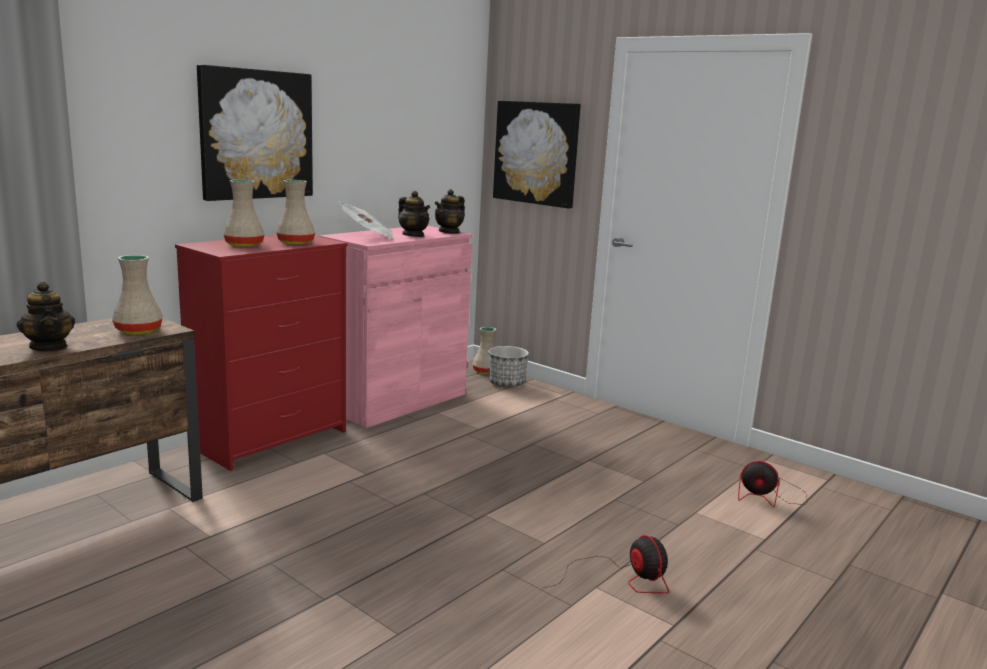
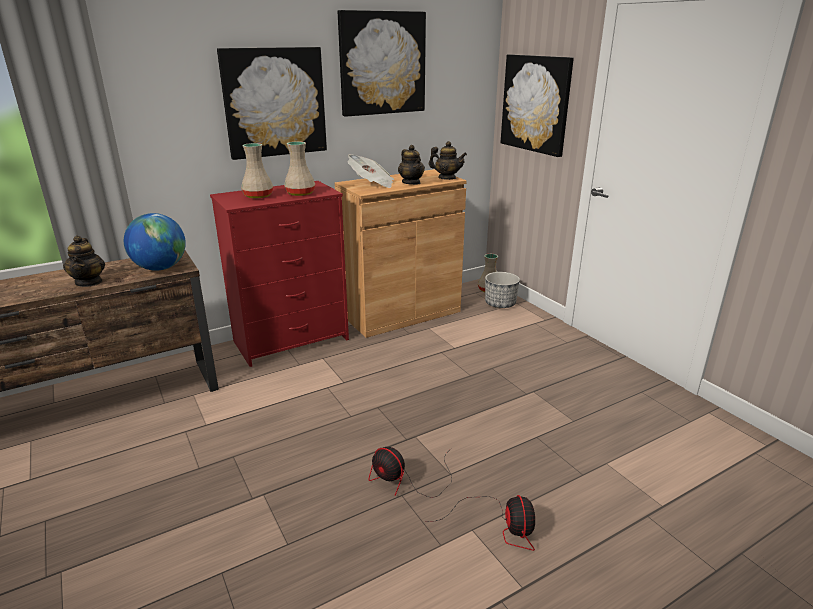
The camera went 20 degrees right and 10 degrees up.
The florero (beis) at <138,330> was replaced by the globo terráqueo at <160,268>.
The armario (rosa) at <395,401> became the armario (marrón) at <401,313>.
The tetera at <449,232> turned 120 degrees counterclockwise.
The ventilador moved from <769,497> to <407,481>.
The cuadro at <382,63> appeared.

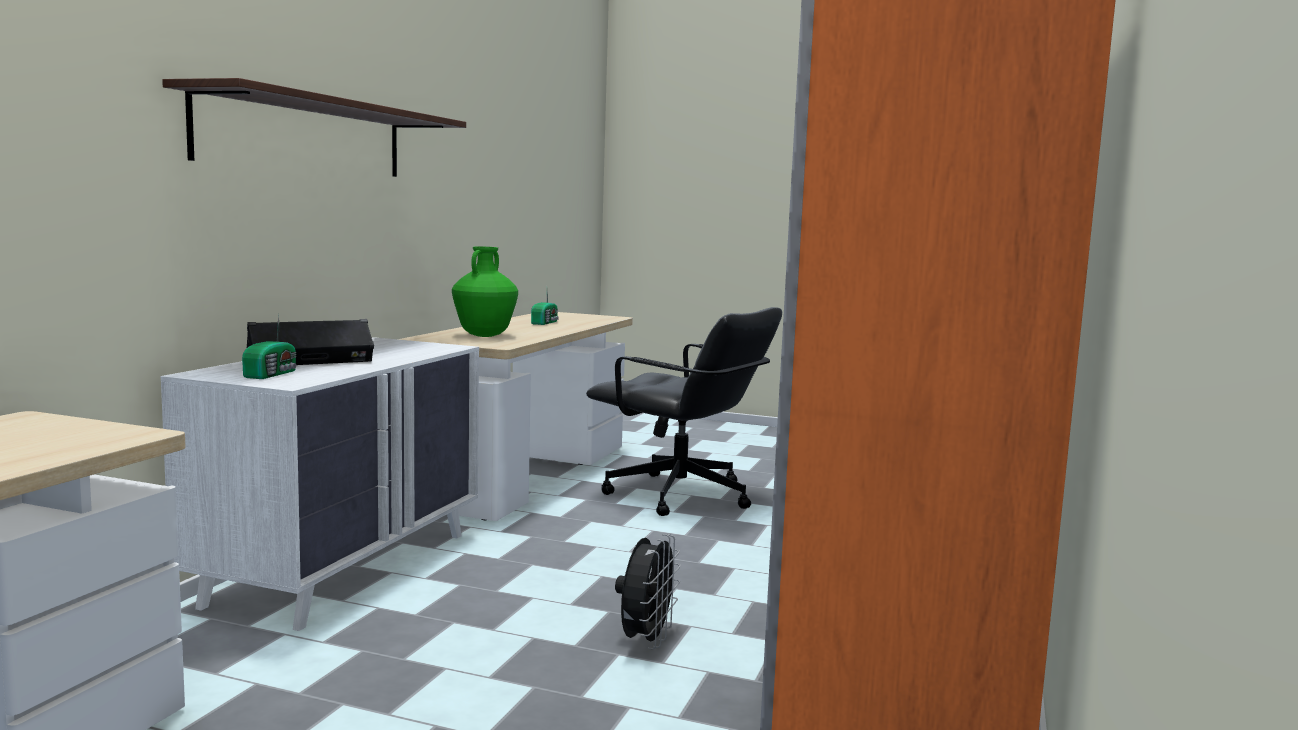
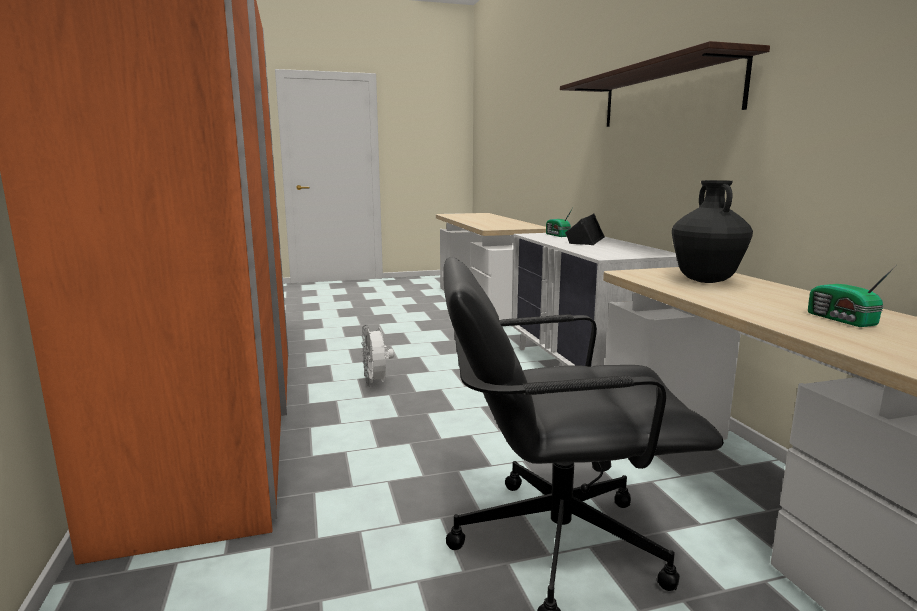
The camera went 145 degrees right and 5 degrees up.
The florero (verde) at <485,335> became the florero (negro) at <706,281>.
The ventilador (negro) at <646,641> became the ventilador (blanco) at <376,384>.

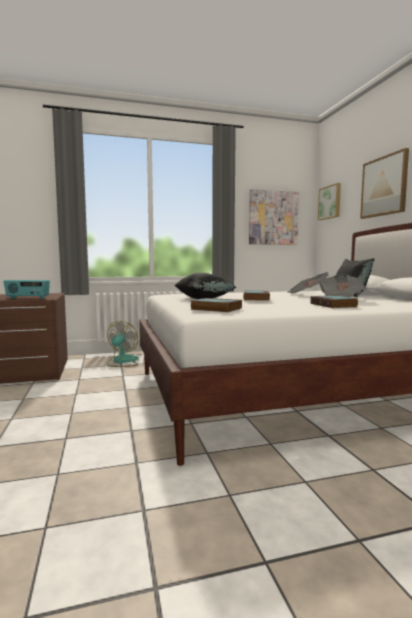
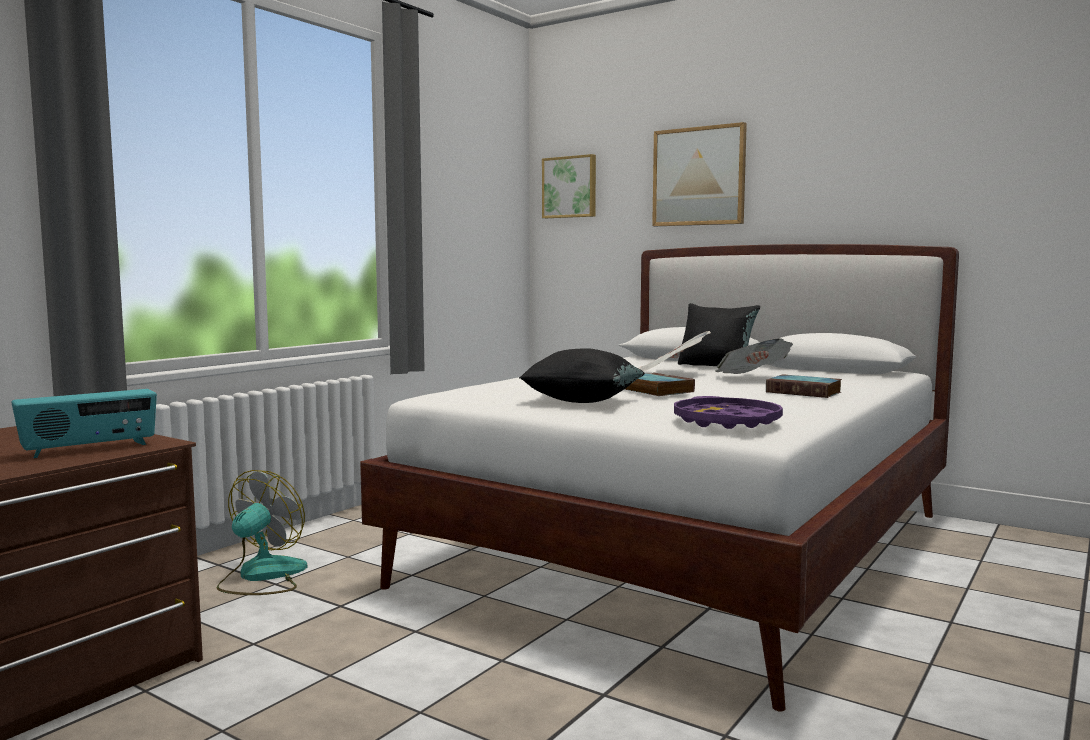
The camera went 40 degrees left and 0 degrees up.
The ventilador at <122,362> turned 45 degrees clockwise.
The libro at <215,309> was replaced by the bandeja (morado) at <726,422>.
The cuadro at <273,218> disappeared.

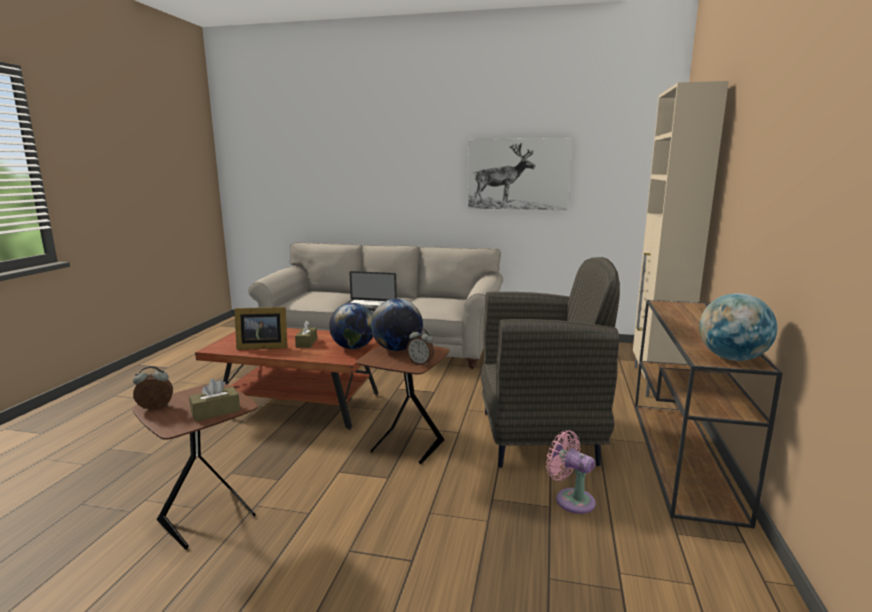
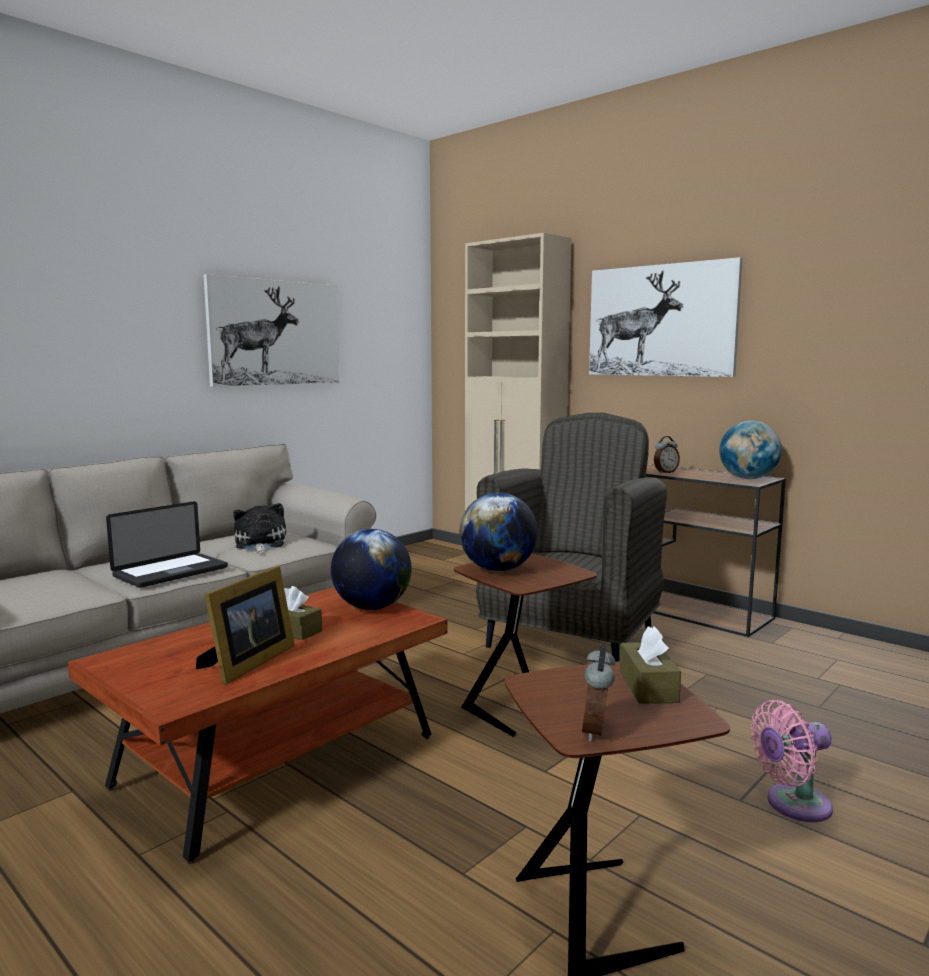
The camera went 60 degrees left and 5 degrees down.
The despertador moved from <420,363> to <665,472>.
The ventilador (rosa) moved from <571,499> to <792,805>.
The peluche at <259,544> appeared.
The cuadro at <661,320> appeared.

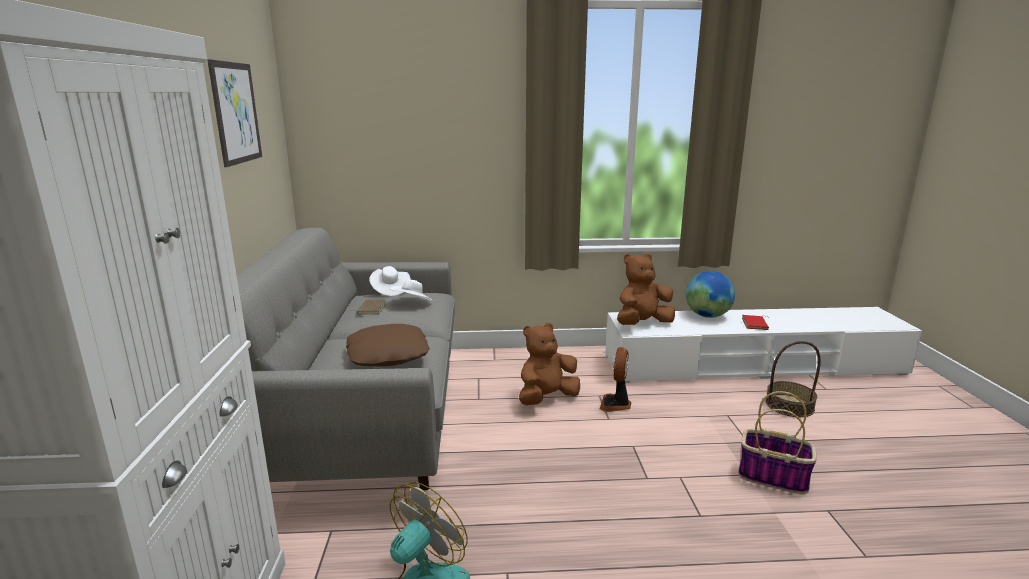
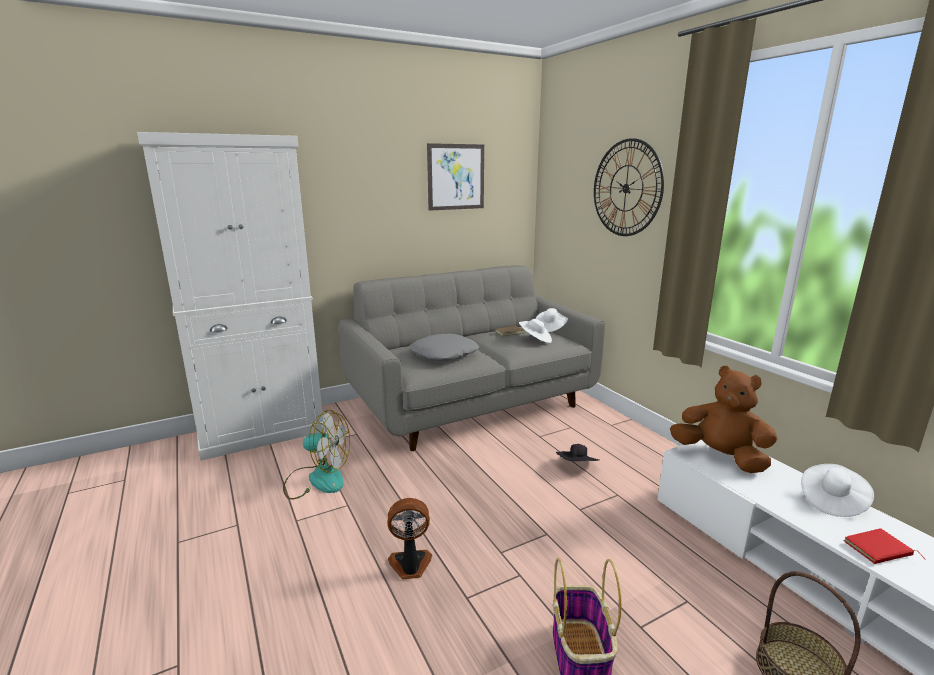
The camera went 65 degrees right and 0 degrees up.
The cojín (marrón) at <387,354> became the cojín (gris) at <443,354>.
The peluche (marrón) at <547,398> was replaced by the sombrero (negro) at <577,467>.
The ventilador moved from <616,404> to <410,565>.
The globo terráqueo at <707,316> was replaced by the sombrero (blanco) at <831,501>.
The reloj de pared at <626,188> appeared.

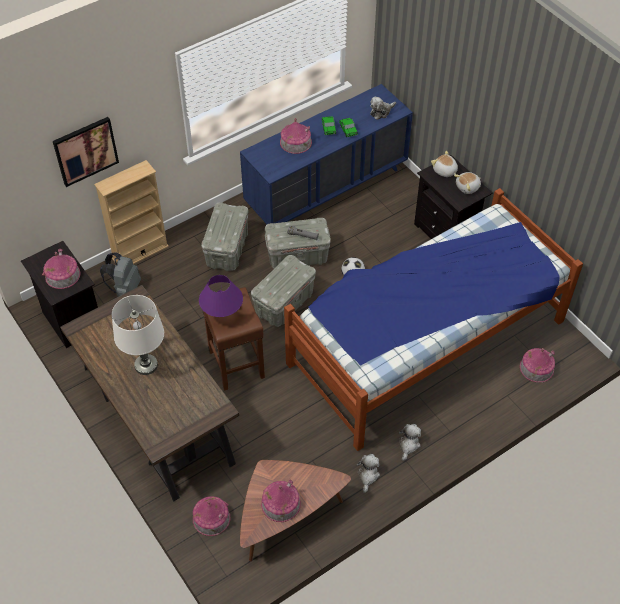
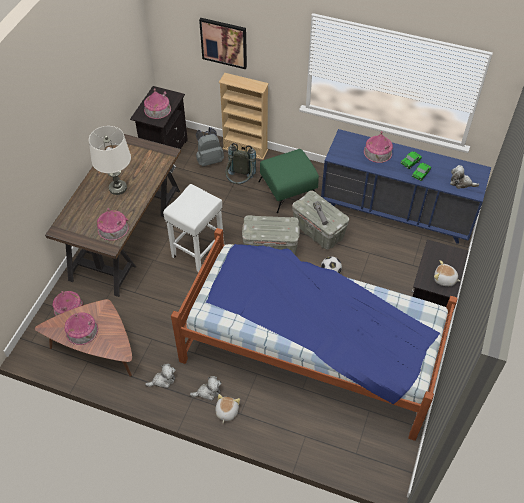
The camera went 55 degrees right and 0 degrees up.
The lámpara de mesa (morado) at <222,313> disappeared.
The caja de almacenaje (gris) at <227,249> was replaced by the puf (verde) at <288,190>.
The taburete (marrón) at <237,365> became the taburete (blanco) at <197,251>.
The peluche moved from <444,171> to <226,411>.
The casita moved from <536,368> to <113,228>.
The mochila (gris) at <240,182> appeared.

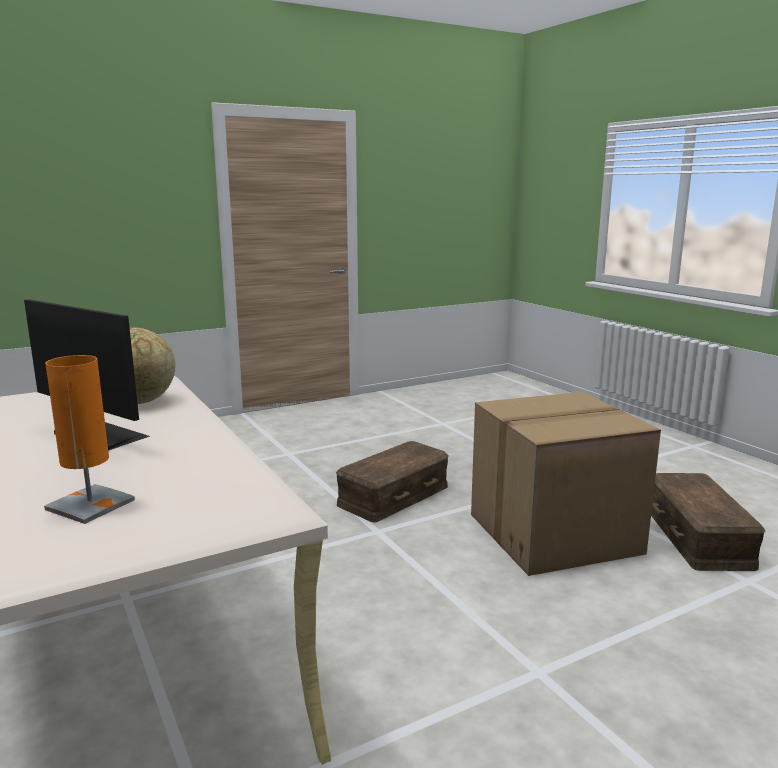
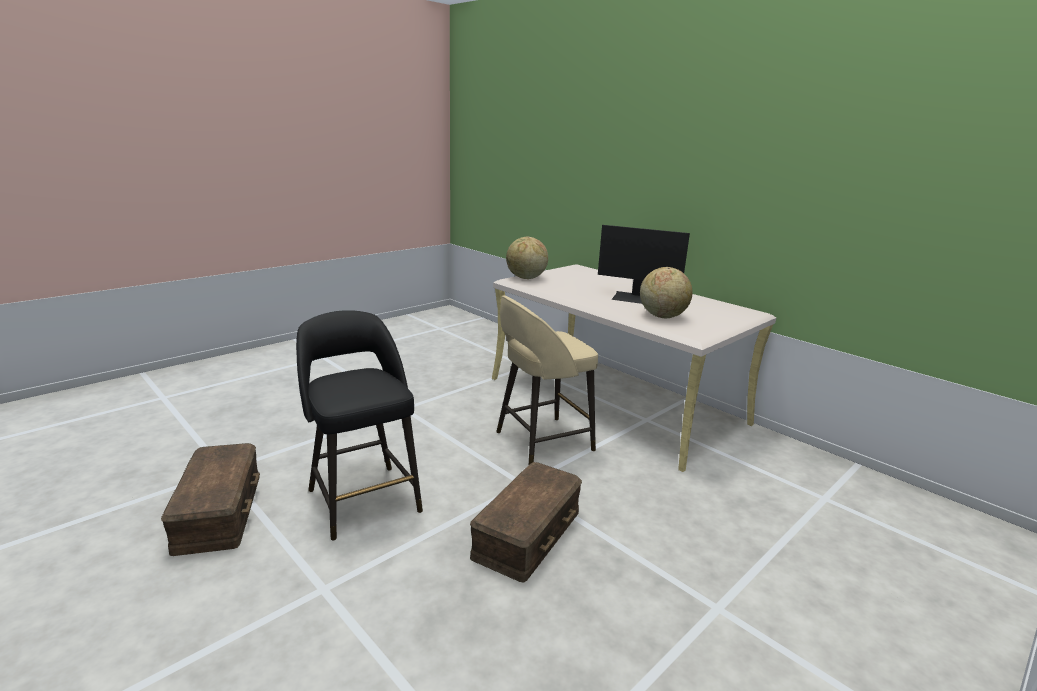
The camera went 165 degrees right and 5 degrees up.
The lámpara de mesa (naranja) at <90,505> disappeared.
The caja de cartón at <553,534> was replaced by the taburete (negro) at <363,498>.
The taburete (beis) at <541,442> appeared.
The globo terráqueo at <526,278> appeared.

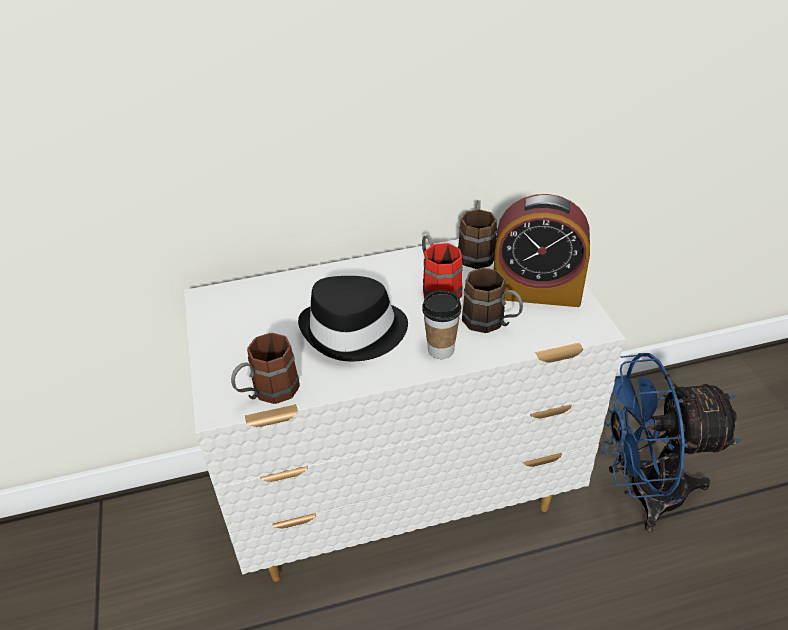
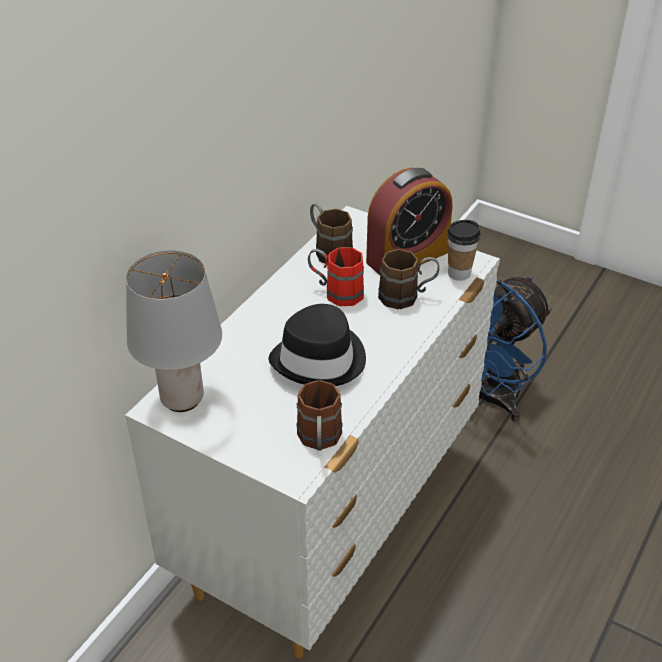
The camera went 45 degrees left and 0 degrees up.
The taza moved from <441,350> to <459,273>.
The lámpara de mesa (gris) at <183,398> appeared.

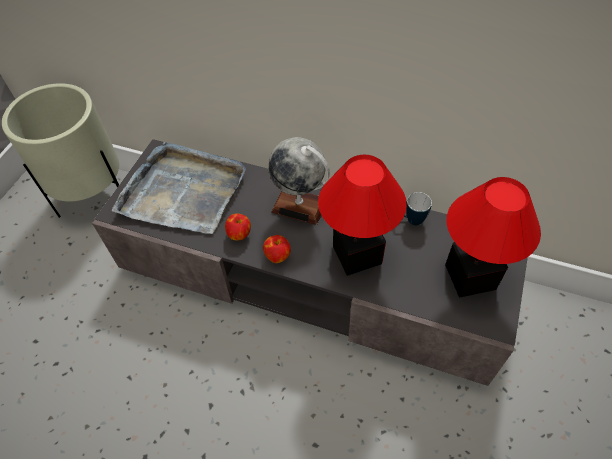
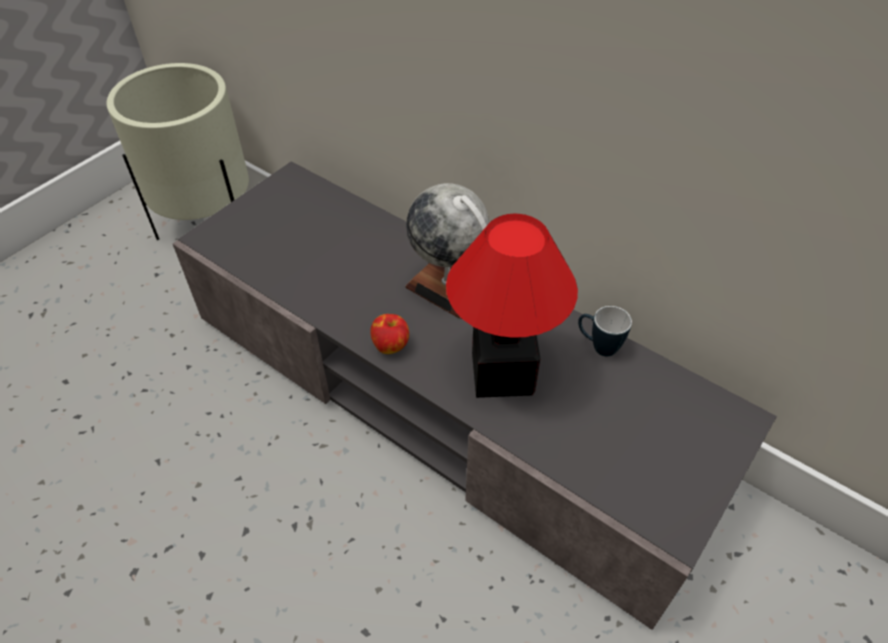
The camera went 15 degrees right and 5 degrees down.
The bandeja (gris) at <183,191> disappeared.
The manzana at <239,234> disappeared.
The lámpara de mesa at <471,276> disappeared.

